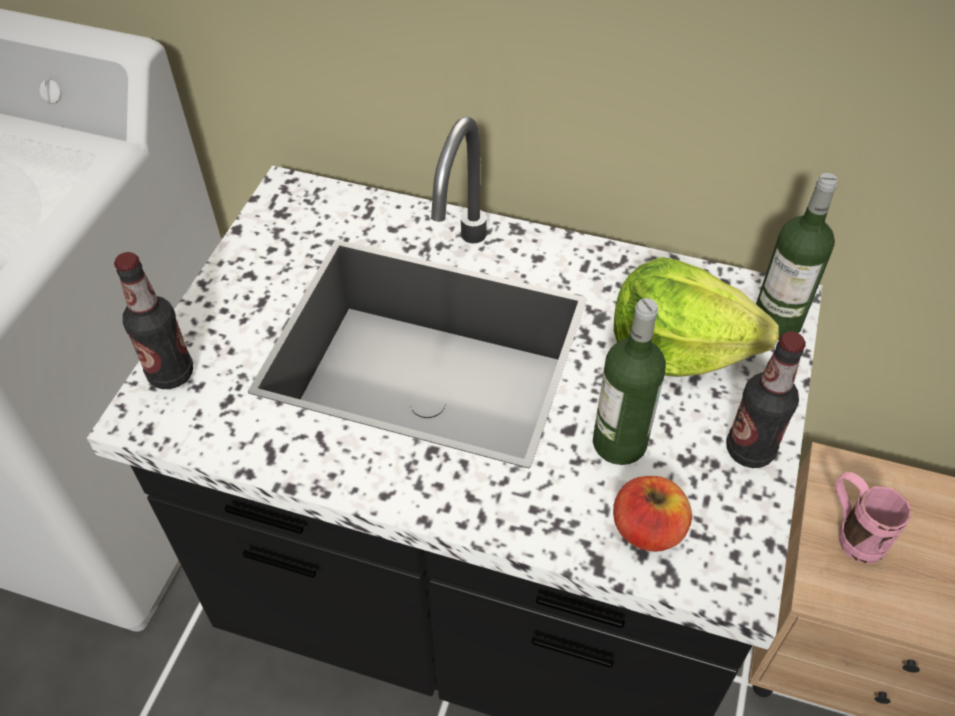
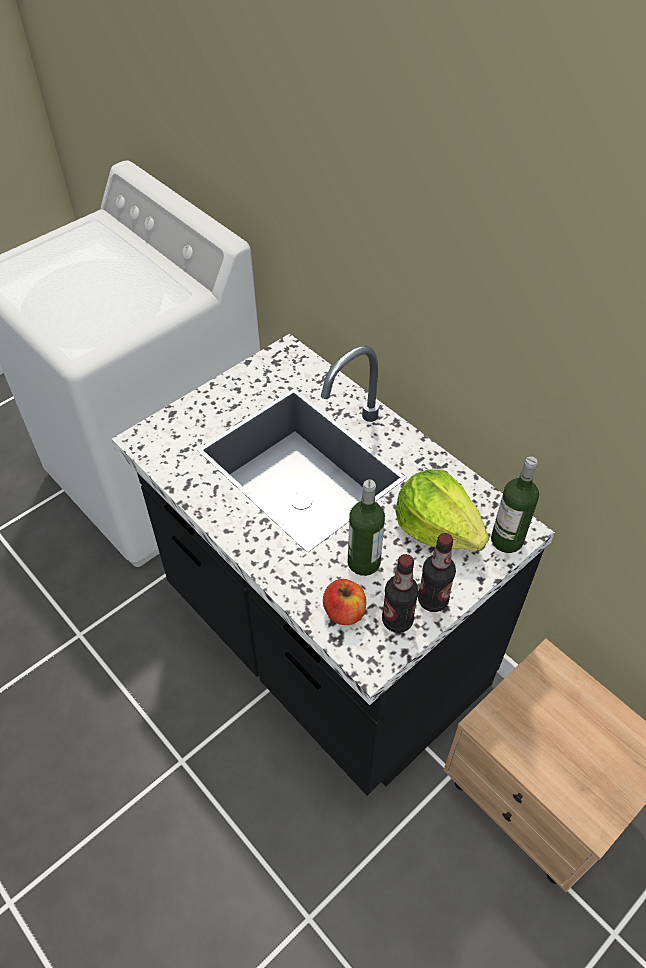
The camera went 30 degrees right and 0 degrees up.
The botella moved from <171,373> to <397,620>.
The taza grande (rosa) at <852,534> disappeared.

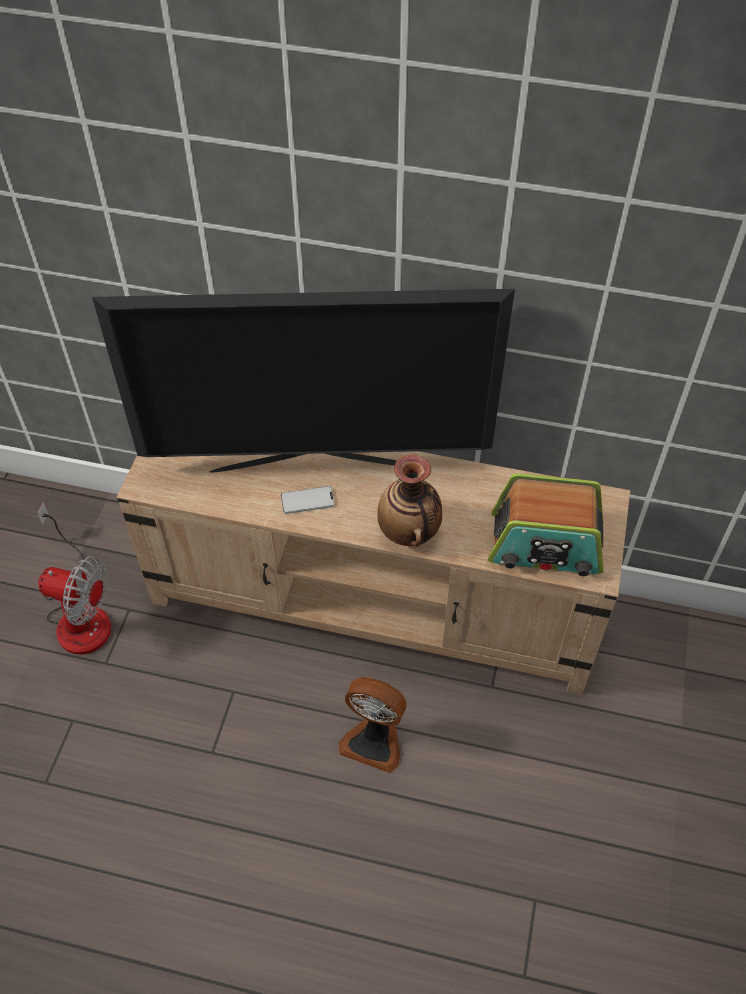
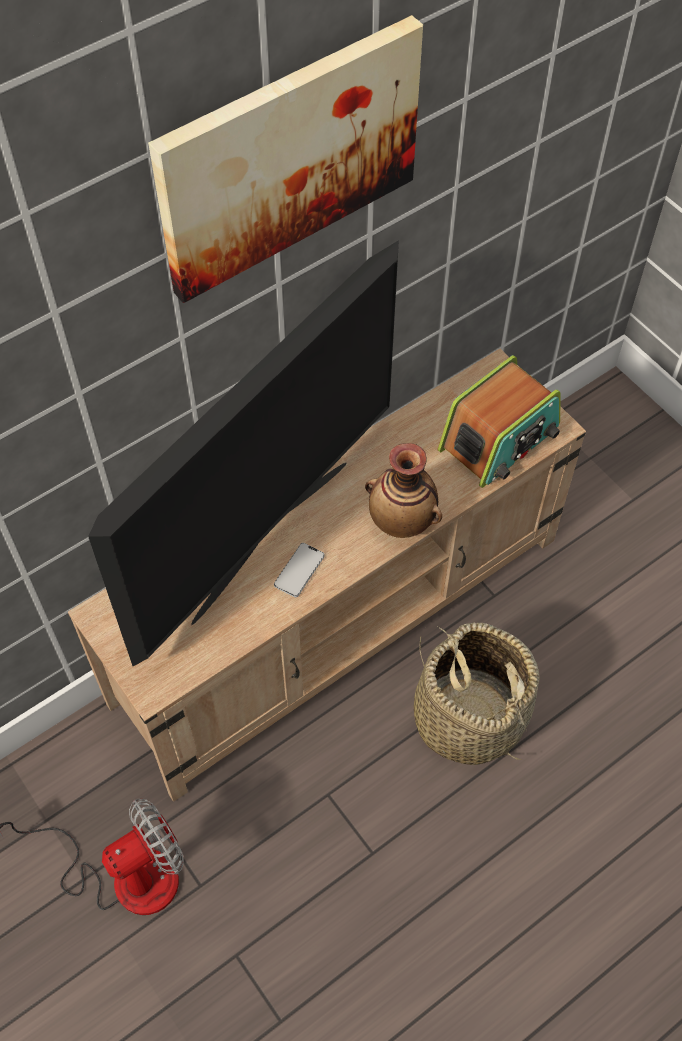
The camera went 50 degrees left and 5 degrees up.
The ventilador at <374,740> was replaced by the cesta at <468,716>.
The cuadro at <288,157> appeared.

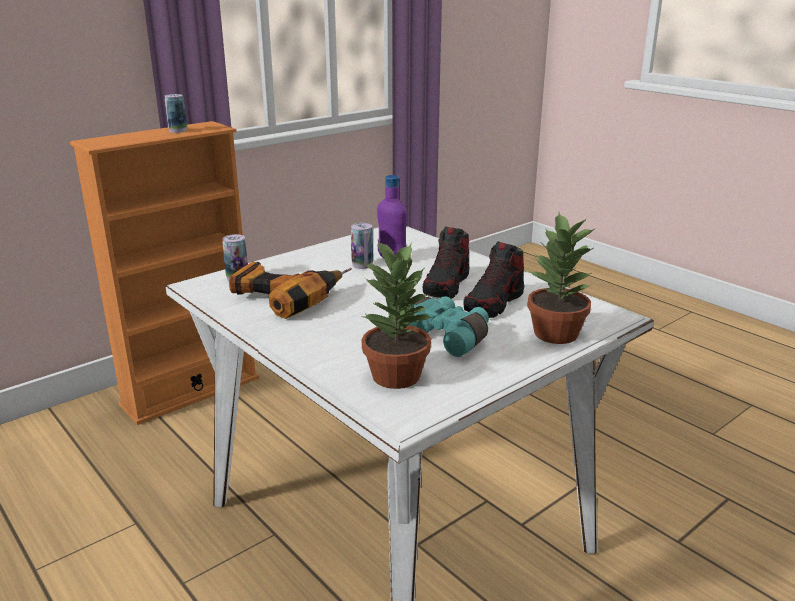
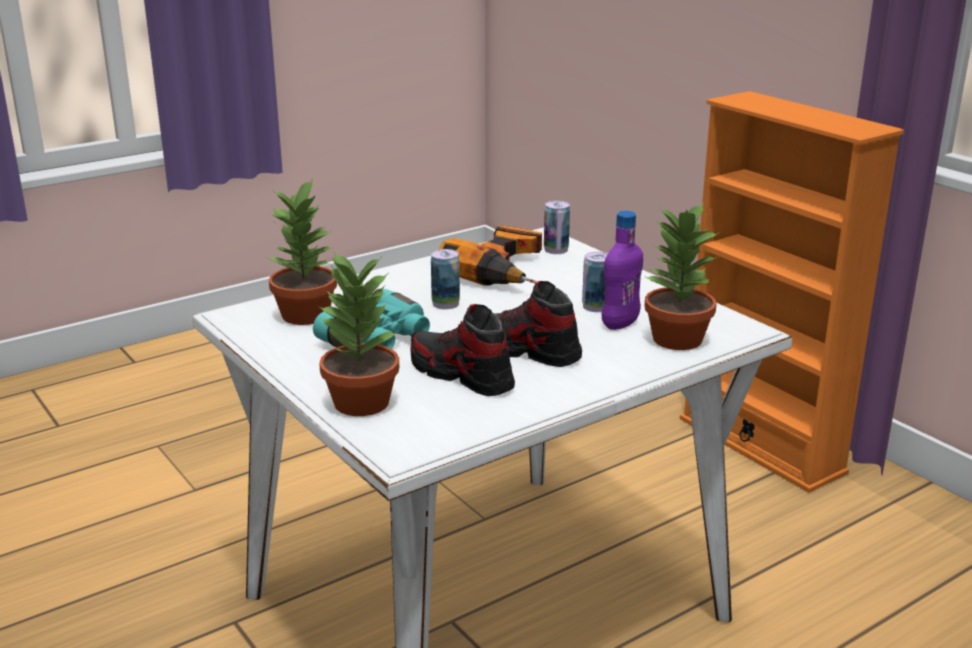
The camera went 95 degrees right and 0 degrees up.
The lata moved from <178,130> to <445,304>.
The planta en maceta at <675,339> appeared.

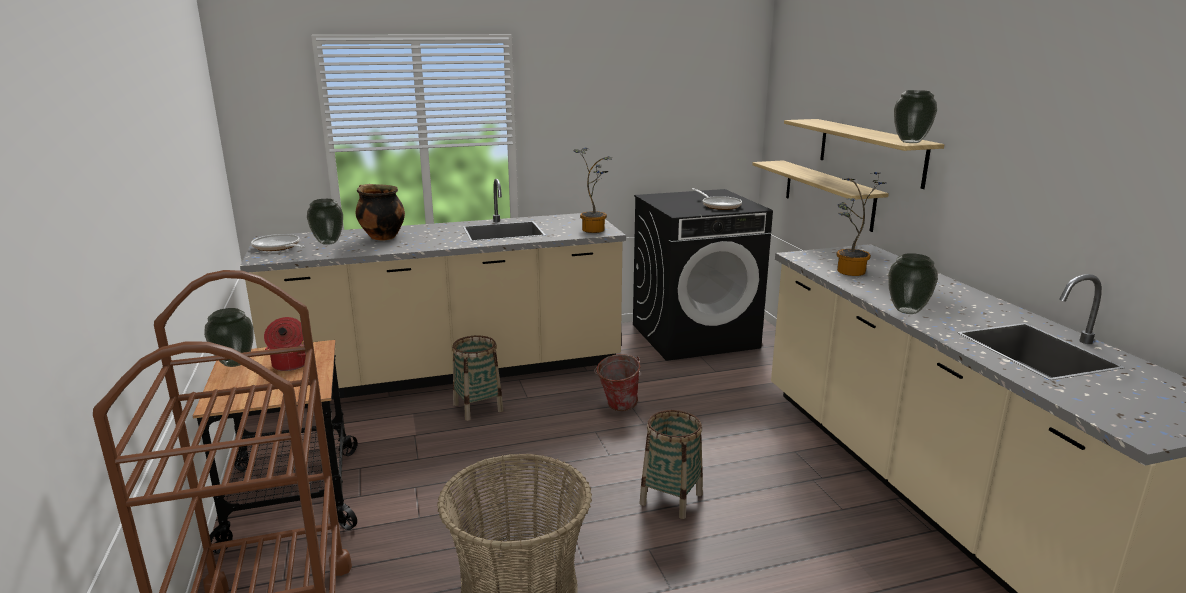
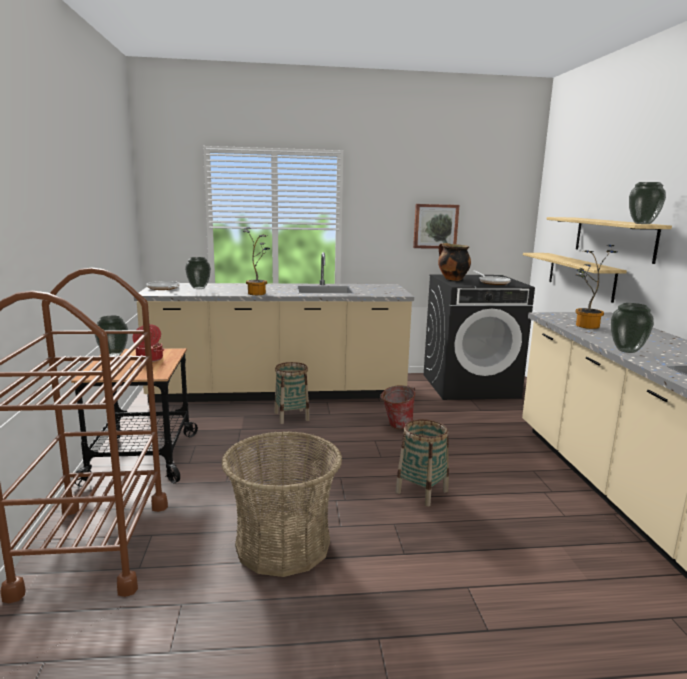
The camera went 10 degrees right and 5 degrees down.
The olla moved from <381,237> to <452,279>.
The planta en maceta moved from <594,229> to <258,293>.
The cuadro at <435,226> appeared.

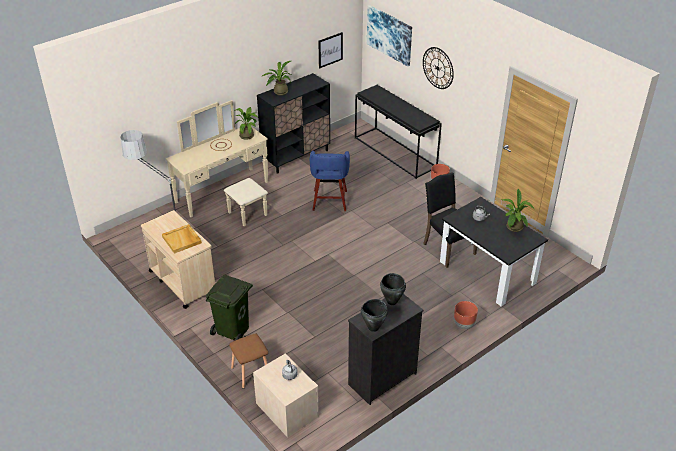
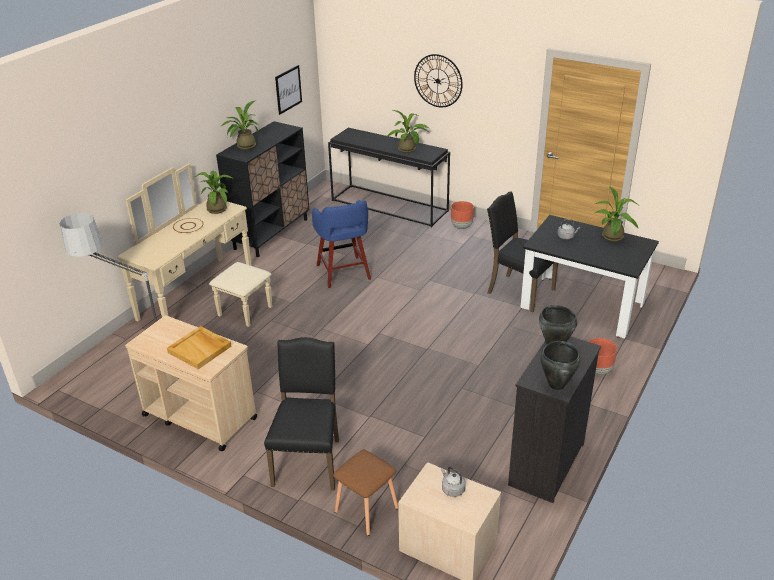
The camera went 20 degrees left and 5 degrees down.
The papelera (verde) at <233,330> was replaced by the silla (negro) at <309,461>.
The cuadro at <389,35> disappeared.
The planta en maceta at <408,150> appeared.

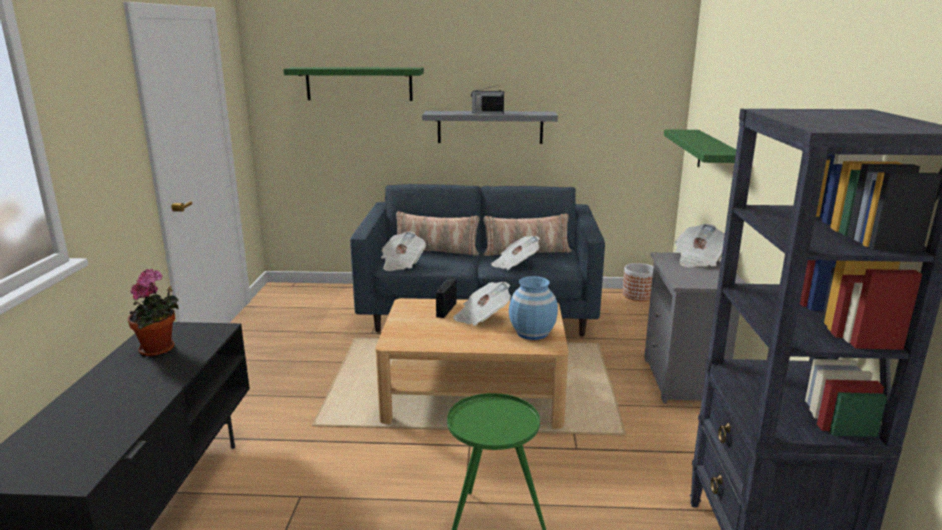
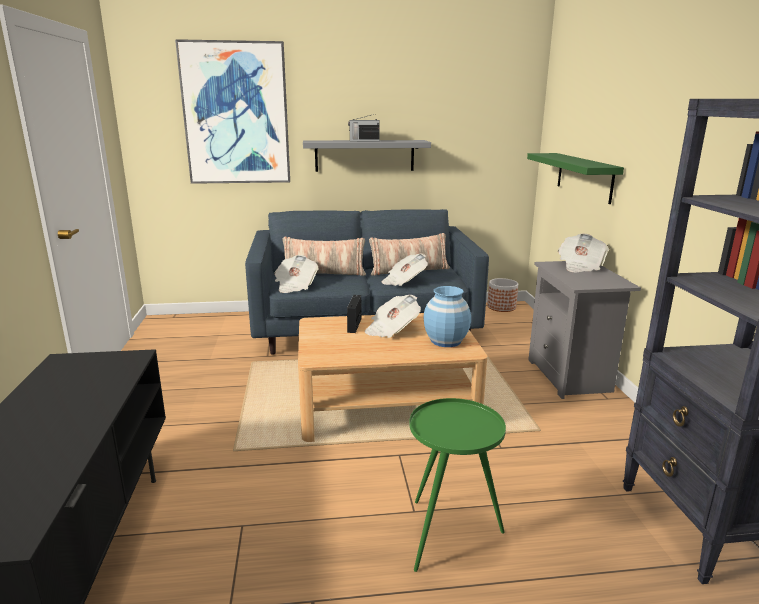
The camera went 10 degrees left and 0 degrees up.
The planta en maceta at <160,349> disappeared.
The estante (verde) at <359,84> was replaced by the cuadro at <236,114>.

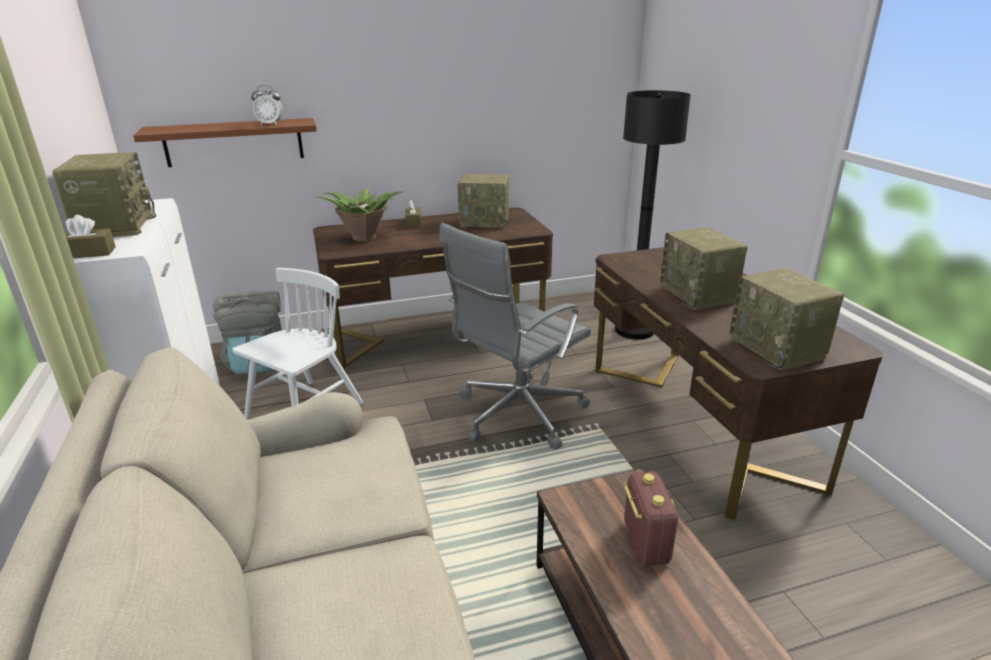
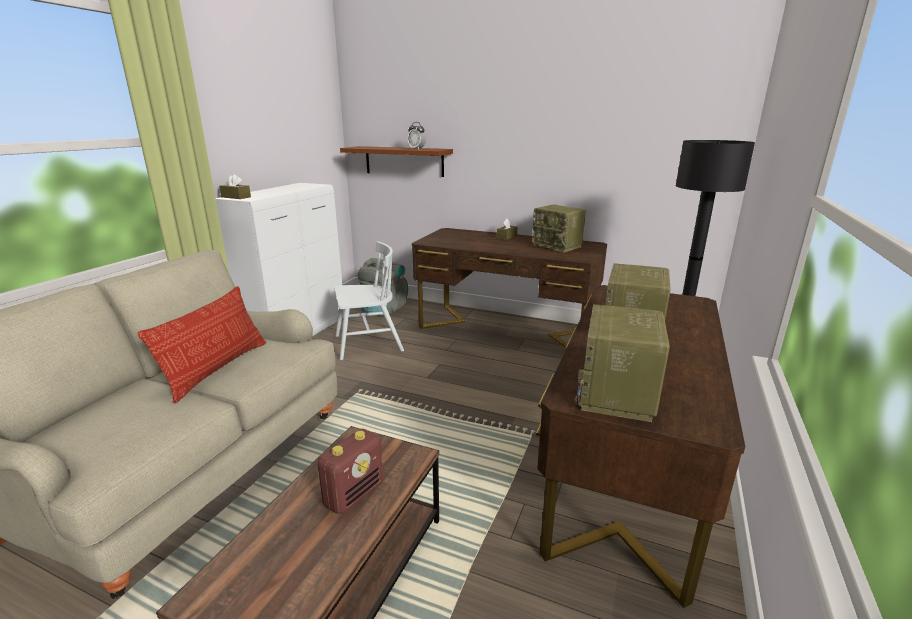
The camera went 40 degrees right and 5 degrees down.
The radio at <115,226> disappeared.
The planta en maceta at <363,237> disappeared.
The silla de oficina (gris) at <516,414> disappeared.
The cojín at <217,368> appeared.

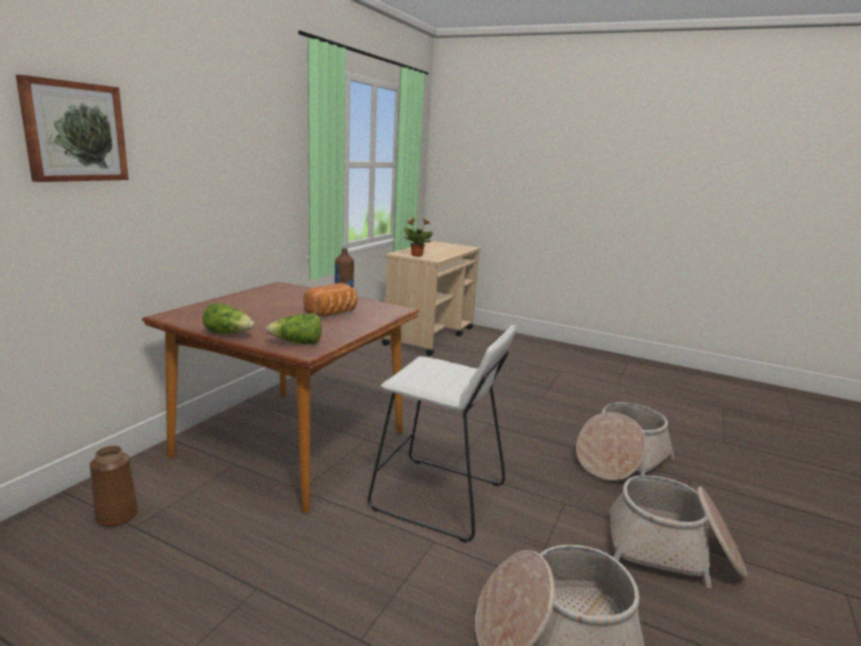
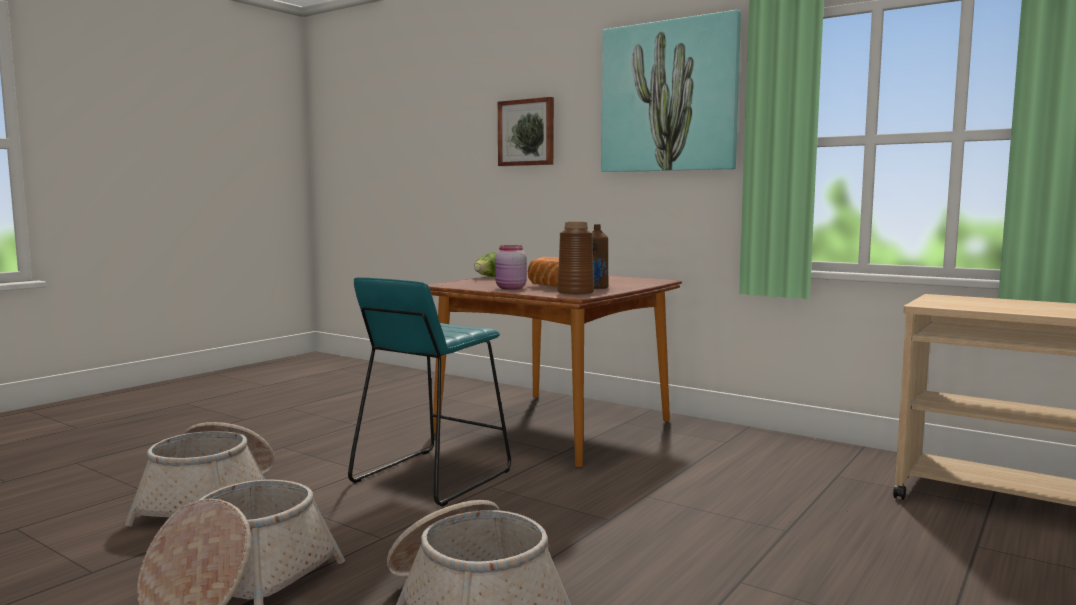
The camera went 100 degrees right and 10 degrees down.
The florero (marrón) moved from <117,515> to <575,293>.
The lechuga at <297,343> disappeared.
The taburete (blanco) at <438,497> became the taburete (turquesa) at <431,476>.
The planta en maceta at <416,255> disappeared.
The tarro (rosa) at <510,288> appeared.
The cuadro at <669,97> appeared.

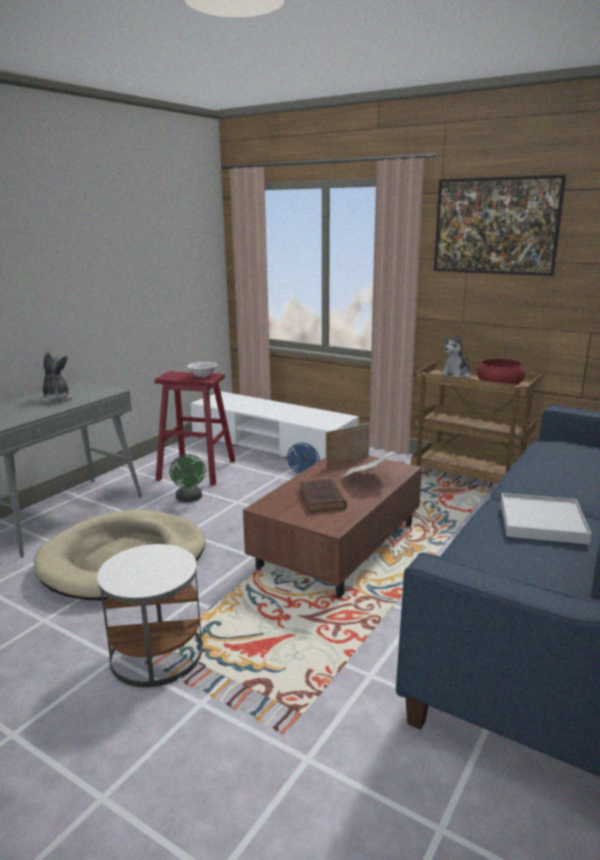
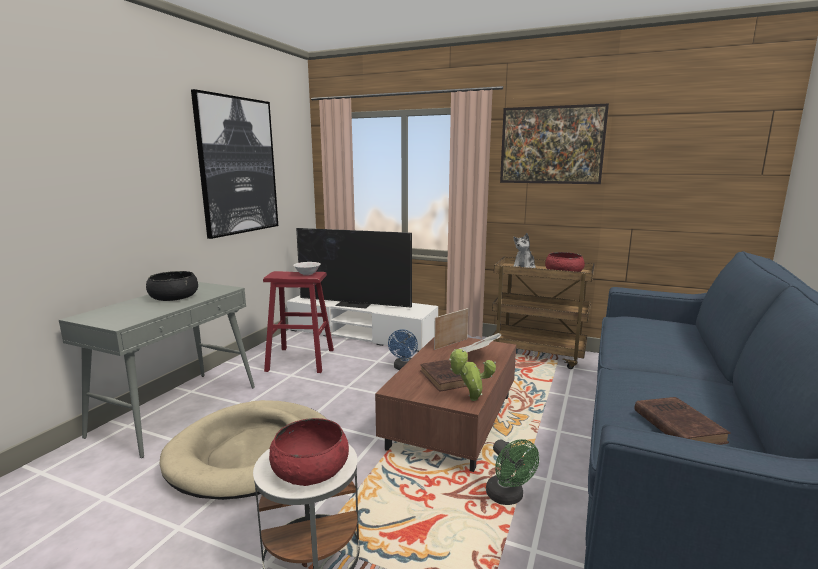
The camera went 10 degrees left and 5 degrees down.
The peluche at <56,398> was replaced by the cuenco (negro) at <174,297>.
The ventilador (verde) moved from <189,499> to <508,497>.
The bandeja (blanco) at <541,522> disappeared.
The cuadro at <238,166> appeared.
The cuenco (rojo) at <310,468> appeared.
The televisor at <354,304> appeared.
The planta en maceta at <470,399> appeared.
The libro (marrón) at <676,425> appeared.

